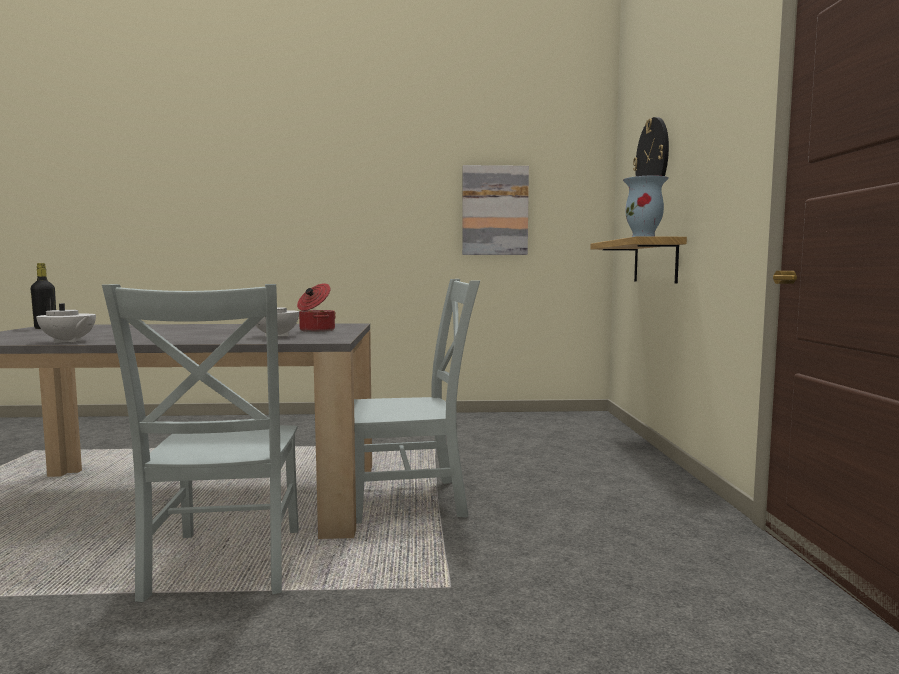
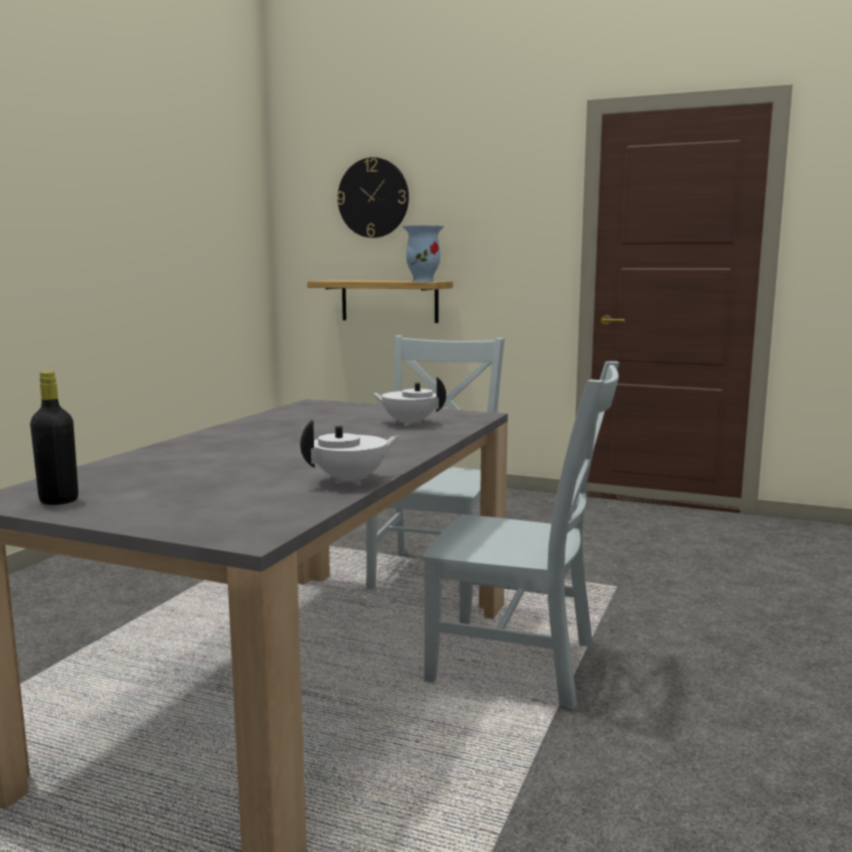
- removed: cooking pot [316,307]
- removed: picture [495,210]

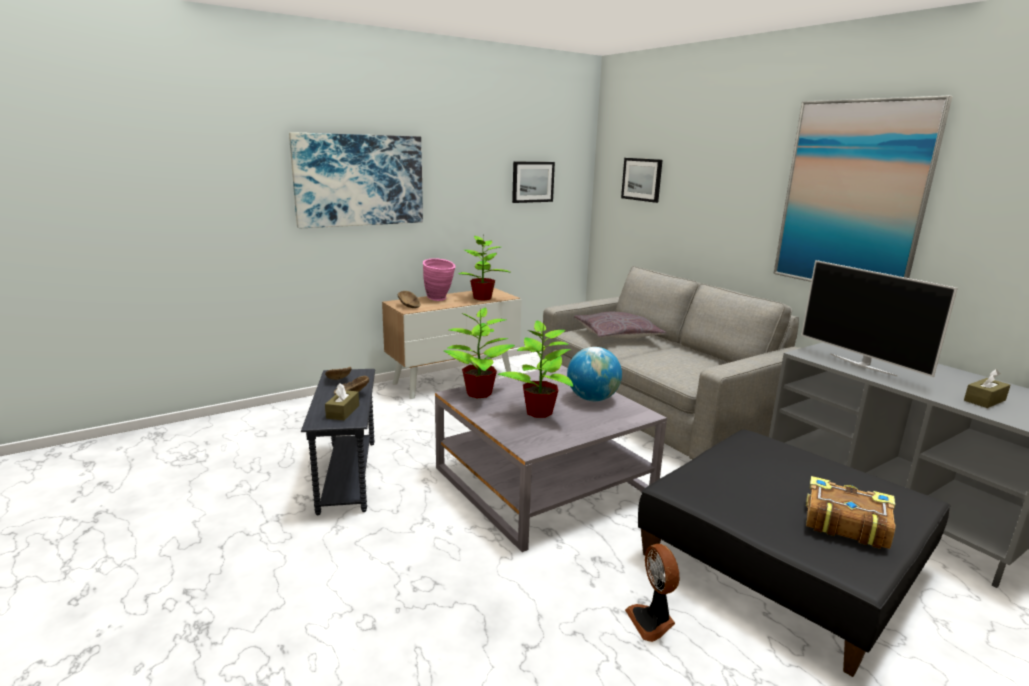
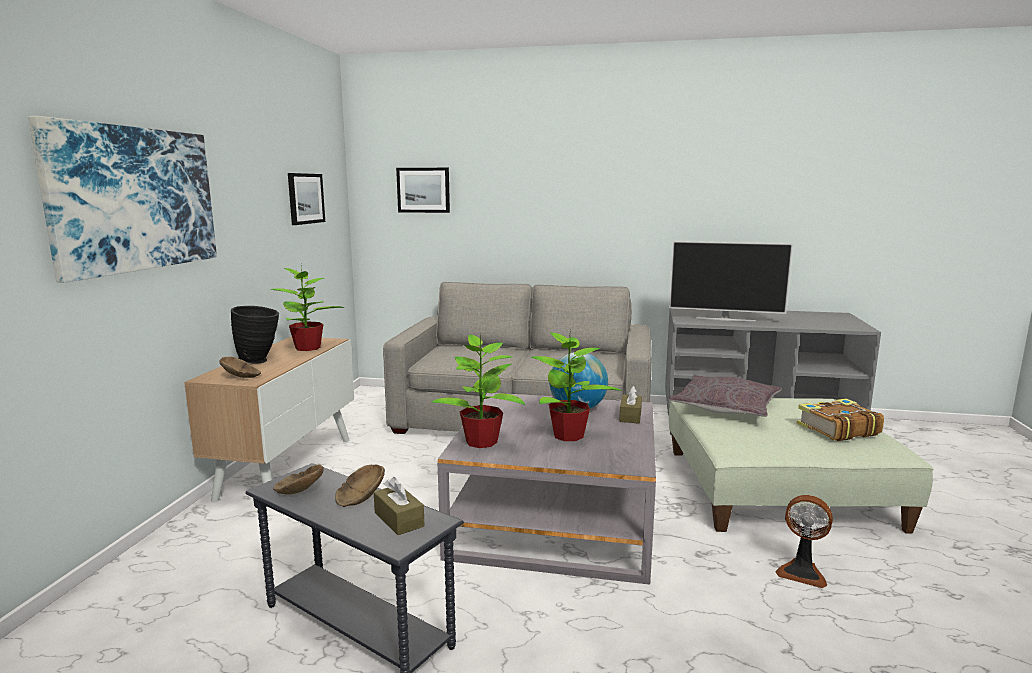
- recoloured: vase/pink [439,279] to vase/black [255,335]
- moved: pillow/grey [620,325] to [725,396]
- recoloured: ottoman/black [794,553] to ottoman/green [801,466]
- removed: picture [863,189]
- moved: tissue box/brown [987,388] to [630,405]

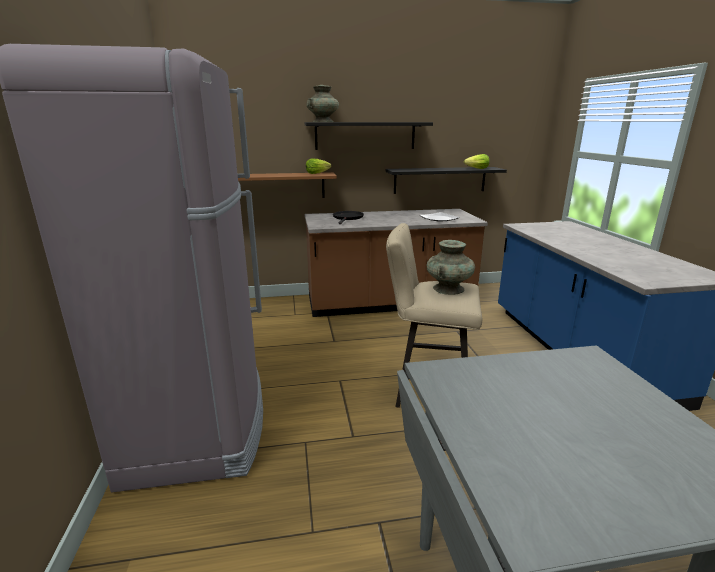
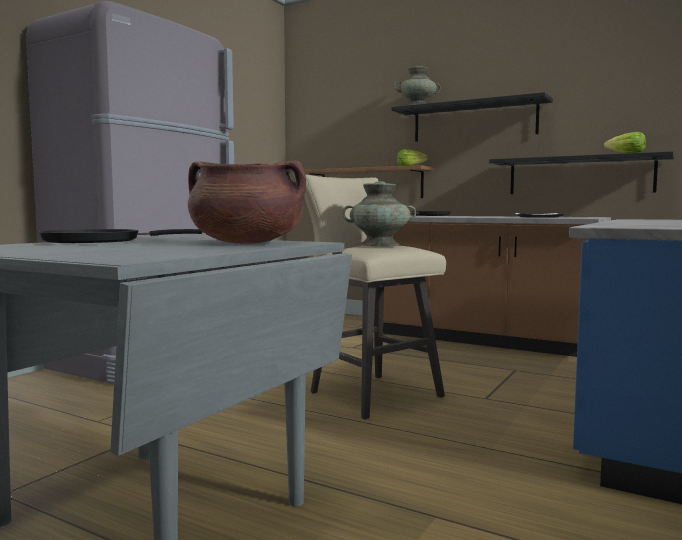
- added: frying pan/black [120,236]
- added: cooking pot/brown [247,202]

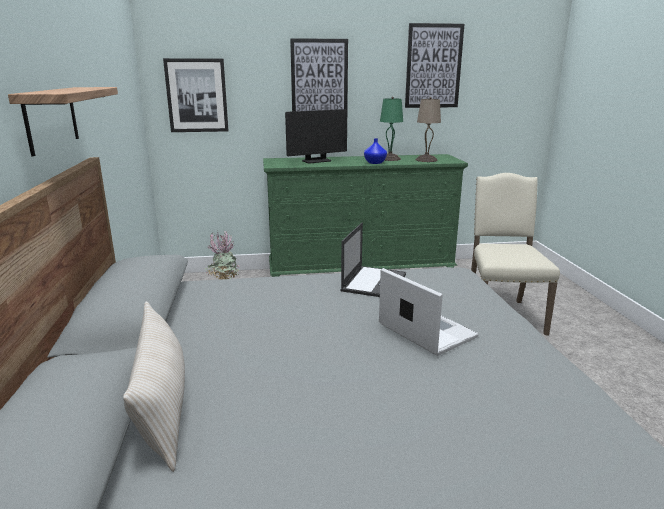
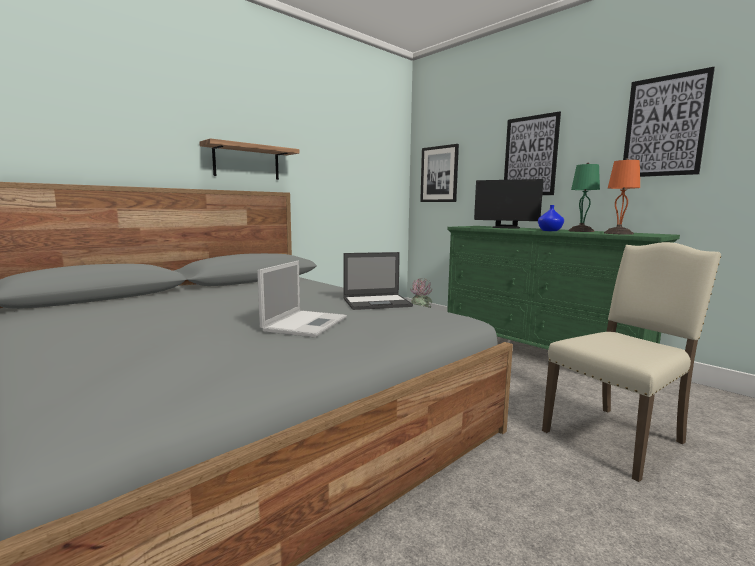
- removed: pillow/beige [154,386]
- recoloured: table lamp/beige [428,129] to table lamp/orange [622,196]

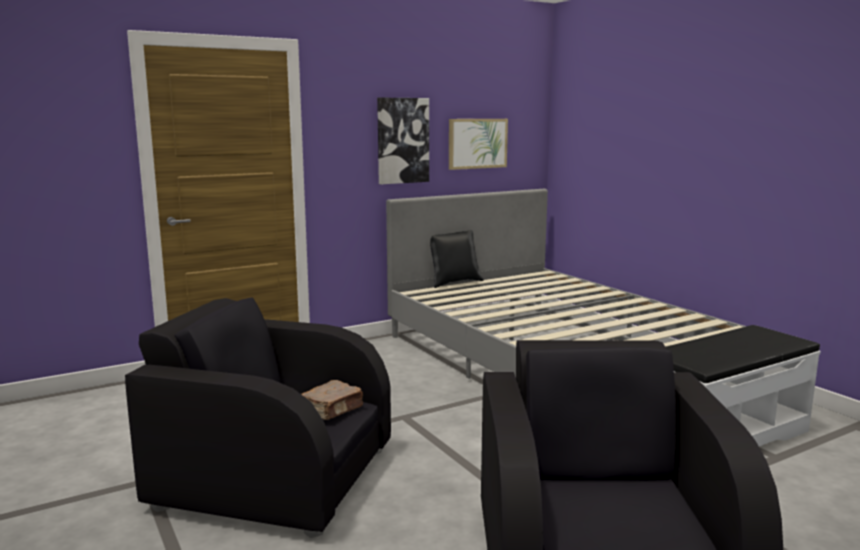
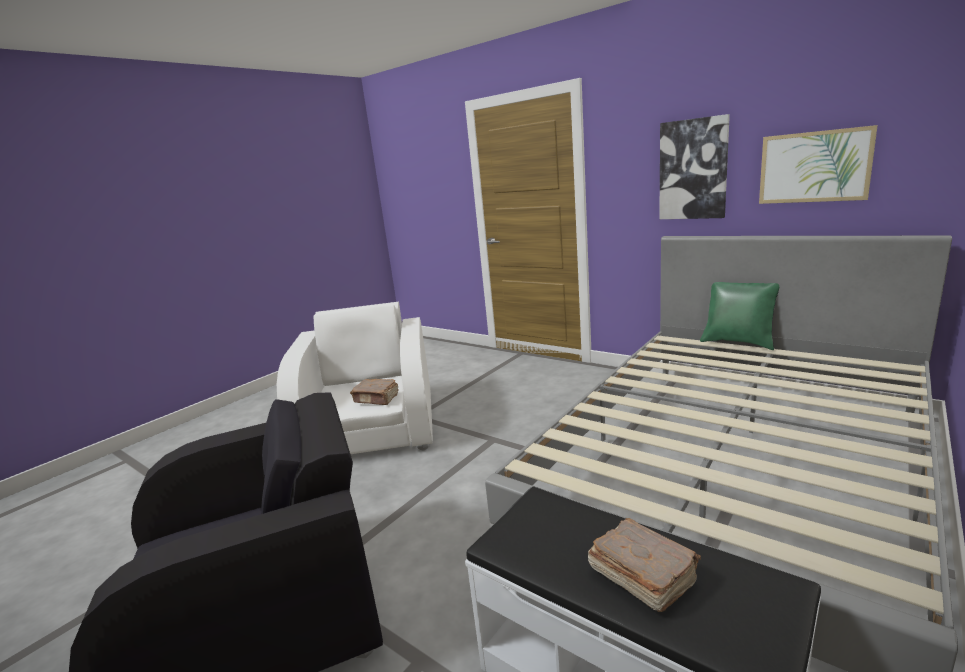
- recoloured: armchair/black [258,418] to armchair/white [355,378]
- recoloured: pillow/black [457,259] to pillow/green [739,316]
- added: book/brown [644,565]

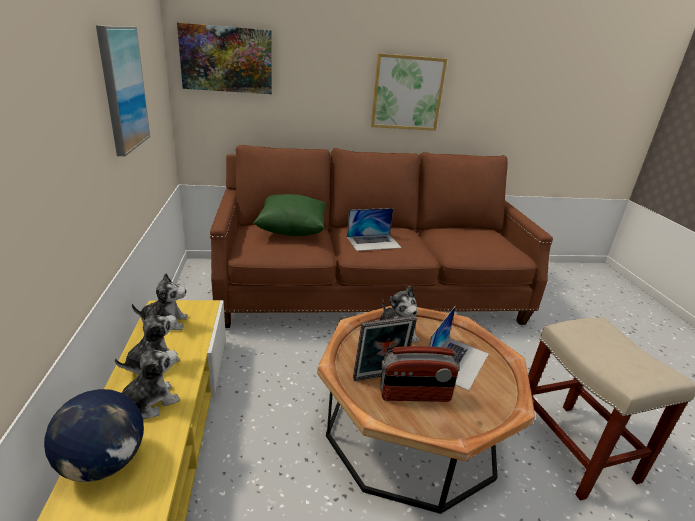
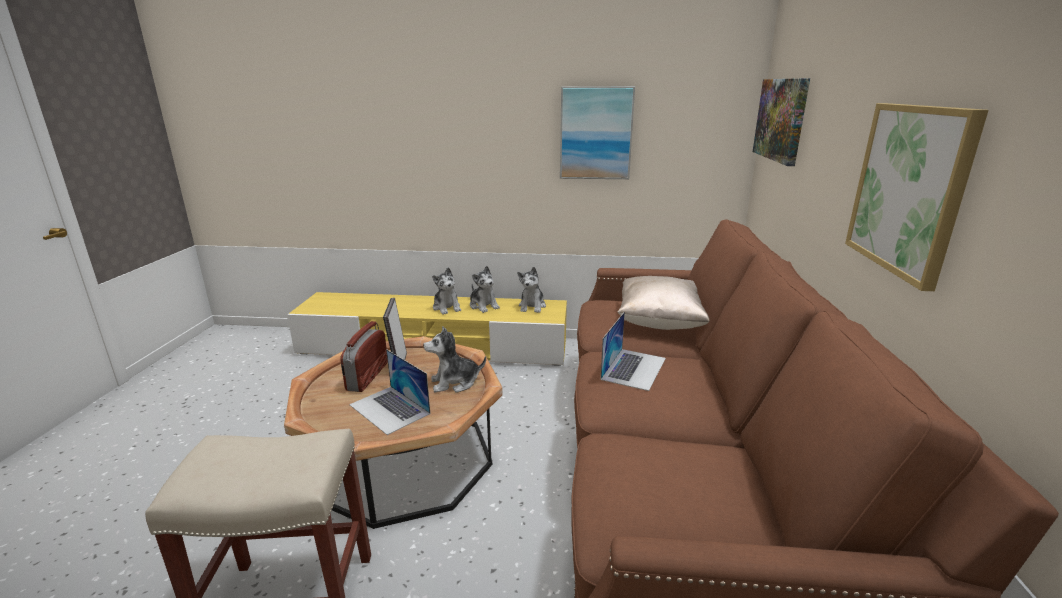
- removed: globe [94,435]
- recoloured: pillow/green [289,215] to pillow/beige [663,303]
- turned: laptop [374,229] = [633,351] 150 degrees counterclockwise

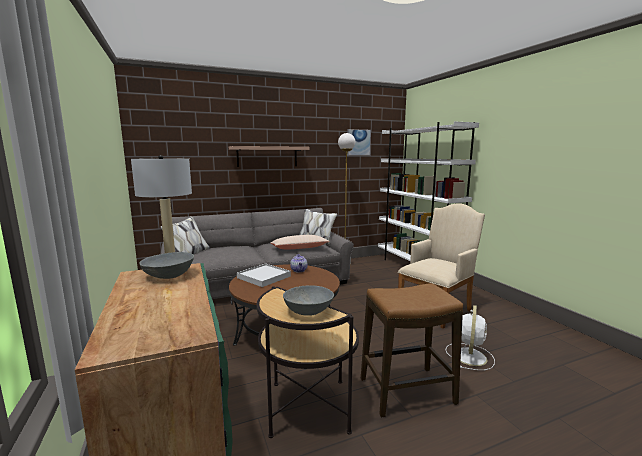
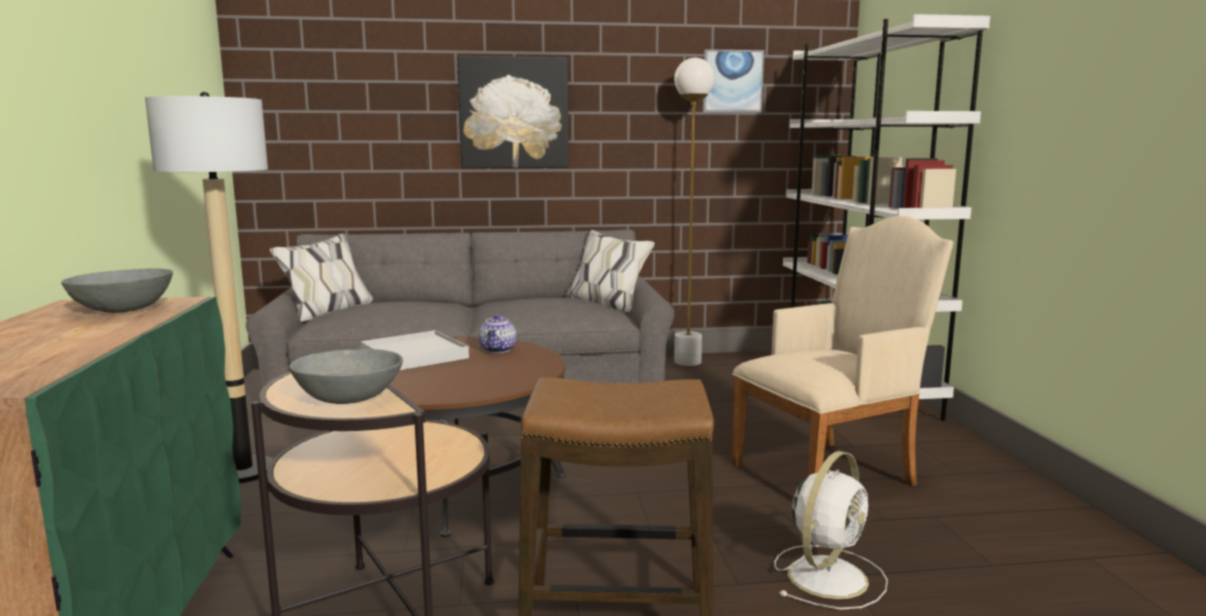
- replaced: shelf [269,156] to picture [513,112]
- removed: pillow/beige [300,242]

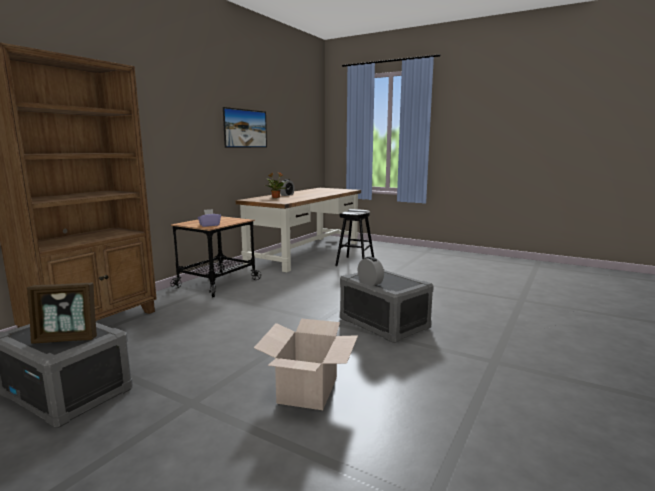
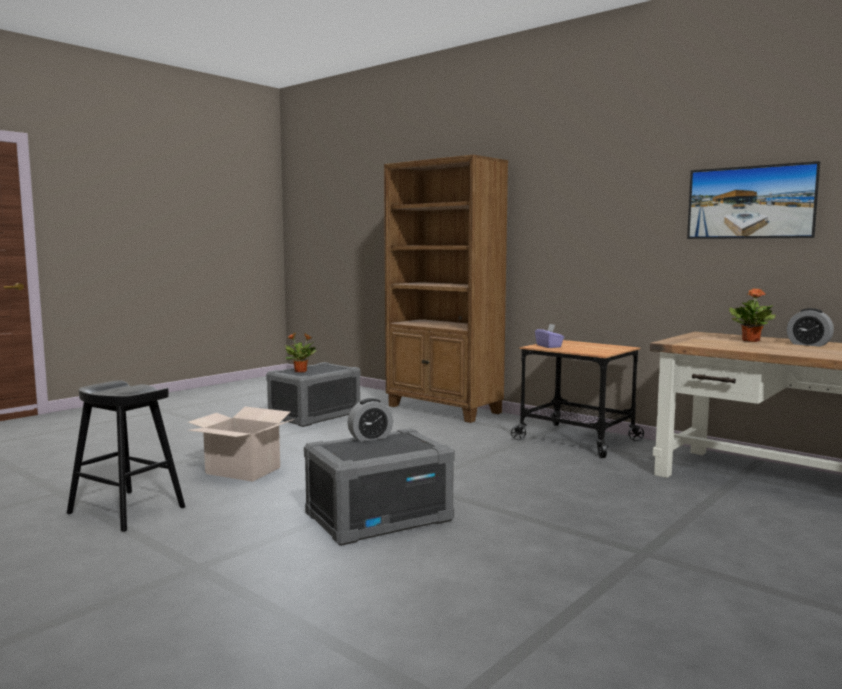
- replaced: picture frame [62,313] to potted plant [300,353]
- moved: stool/black [354,237] to [126,456]

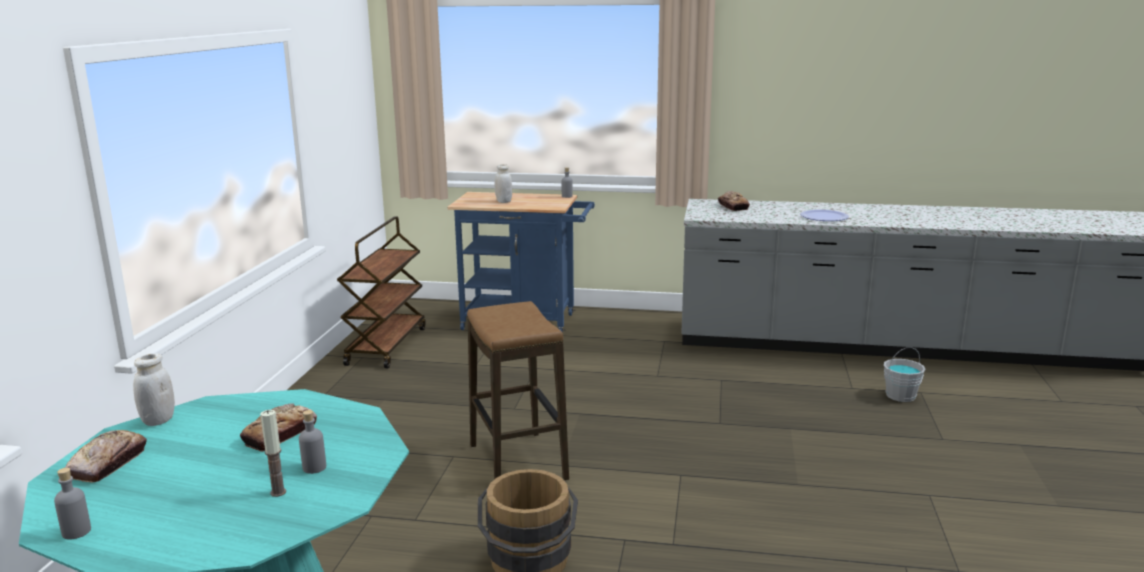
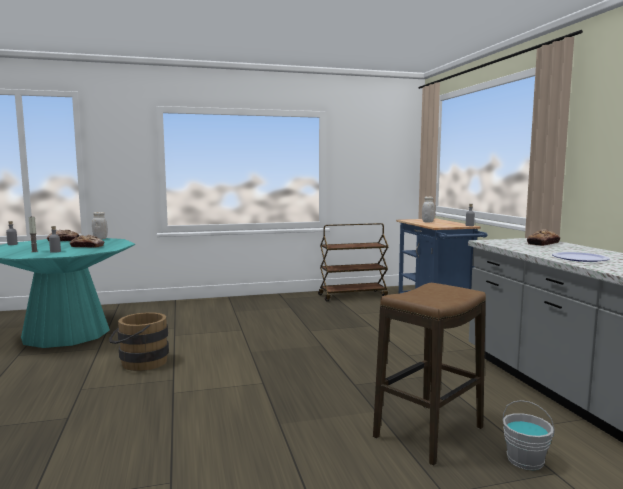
- moved: stool [518,390] to [429,374]

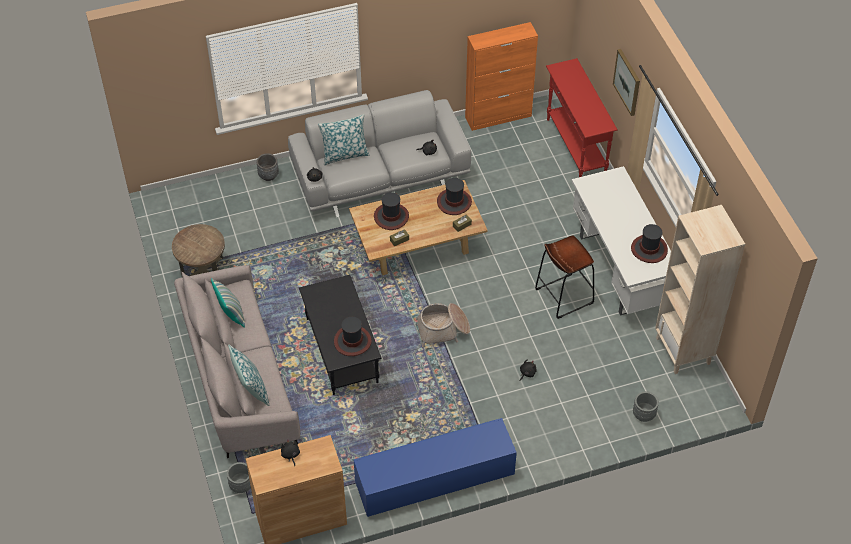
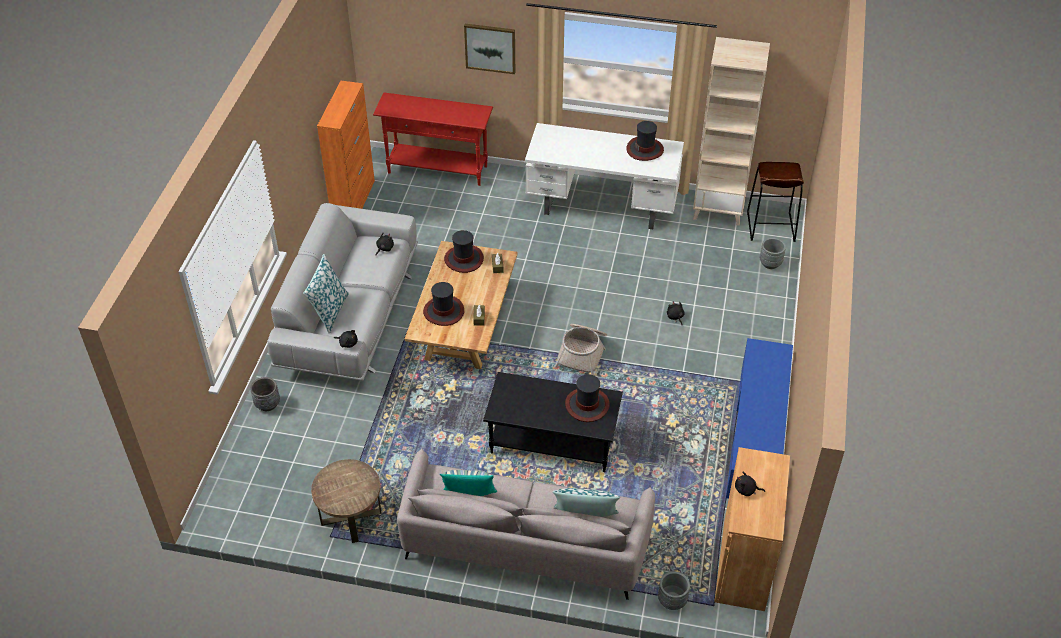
- moved: stool/brown [564,277] to [775,202]

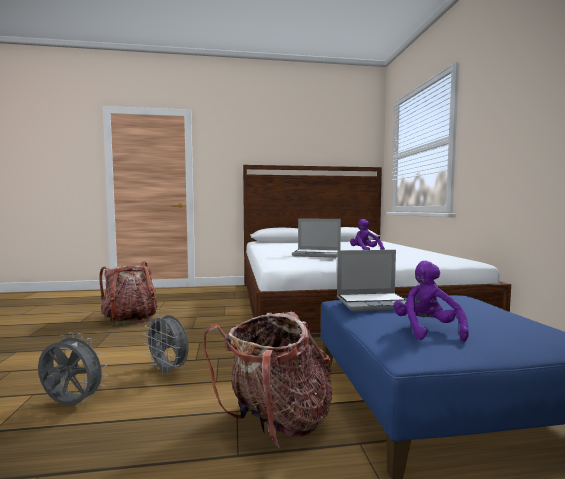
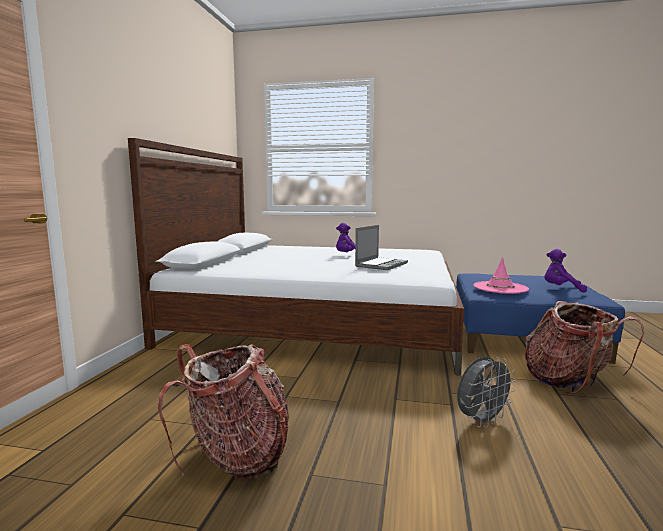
- removed: fan/grey [73,369]
- replaced: laptop [372,280] to hat/pink [501,275]

